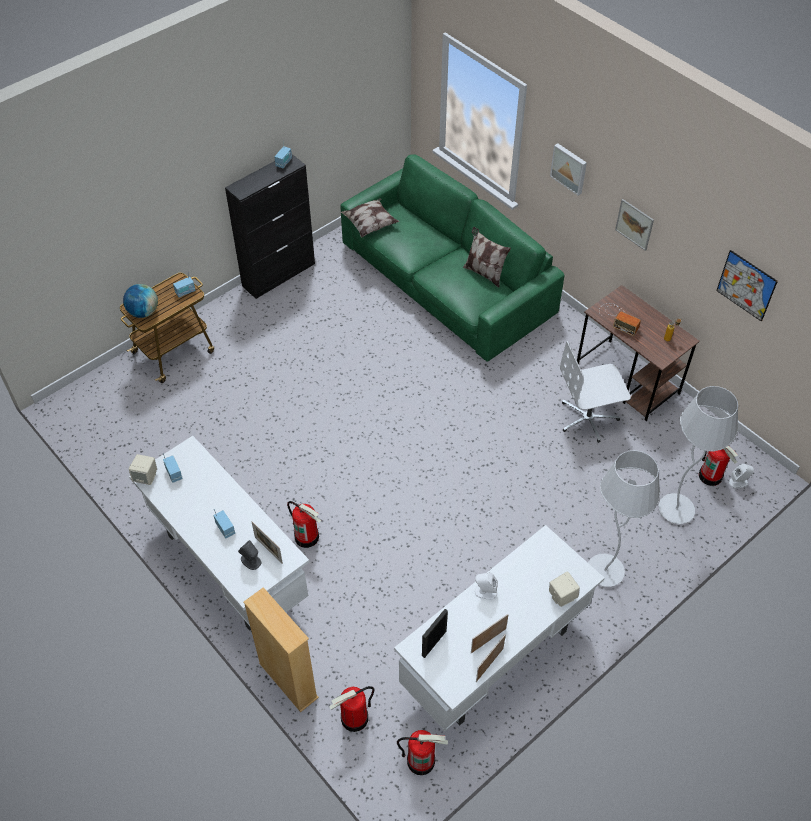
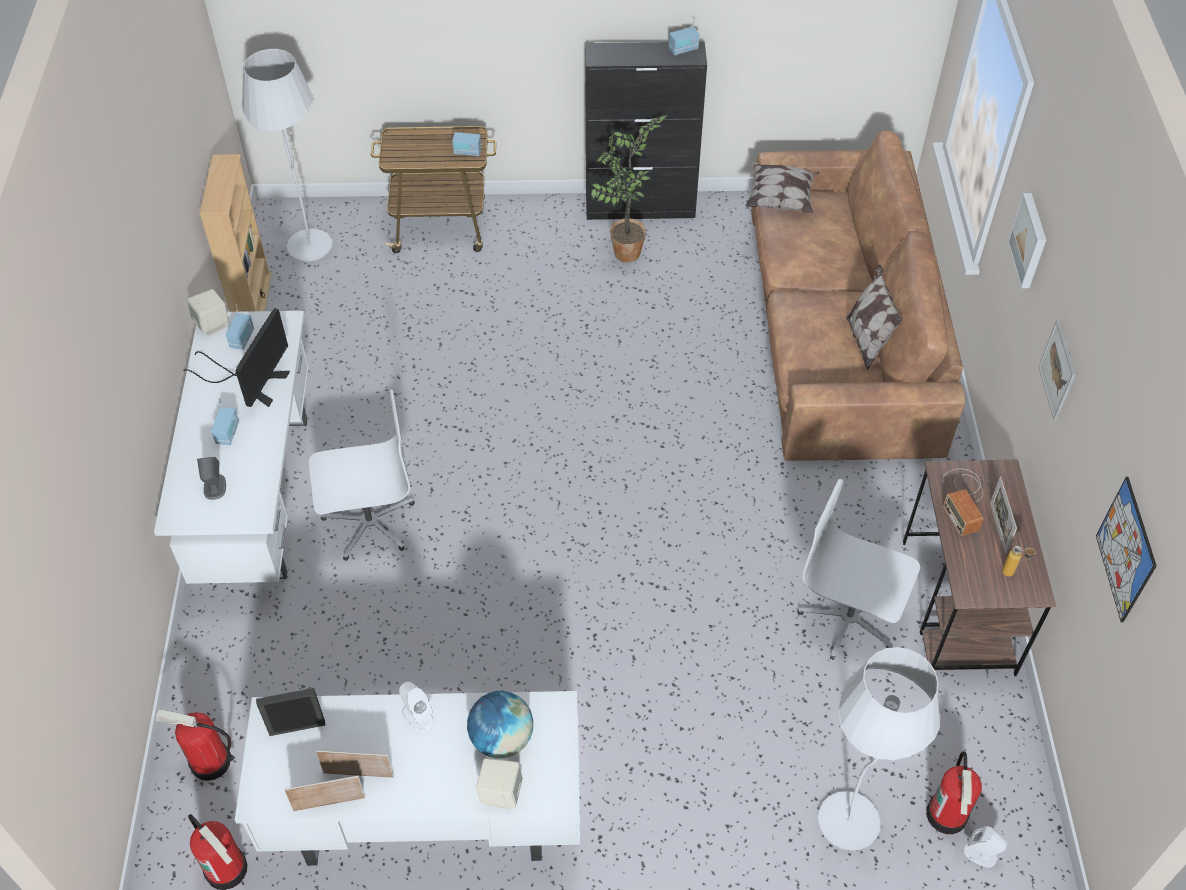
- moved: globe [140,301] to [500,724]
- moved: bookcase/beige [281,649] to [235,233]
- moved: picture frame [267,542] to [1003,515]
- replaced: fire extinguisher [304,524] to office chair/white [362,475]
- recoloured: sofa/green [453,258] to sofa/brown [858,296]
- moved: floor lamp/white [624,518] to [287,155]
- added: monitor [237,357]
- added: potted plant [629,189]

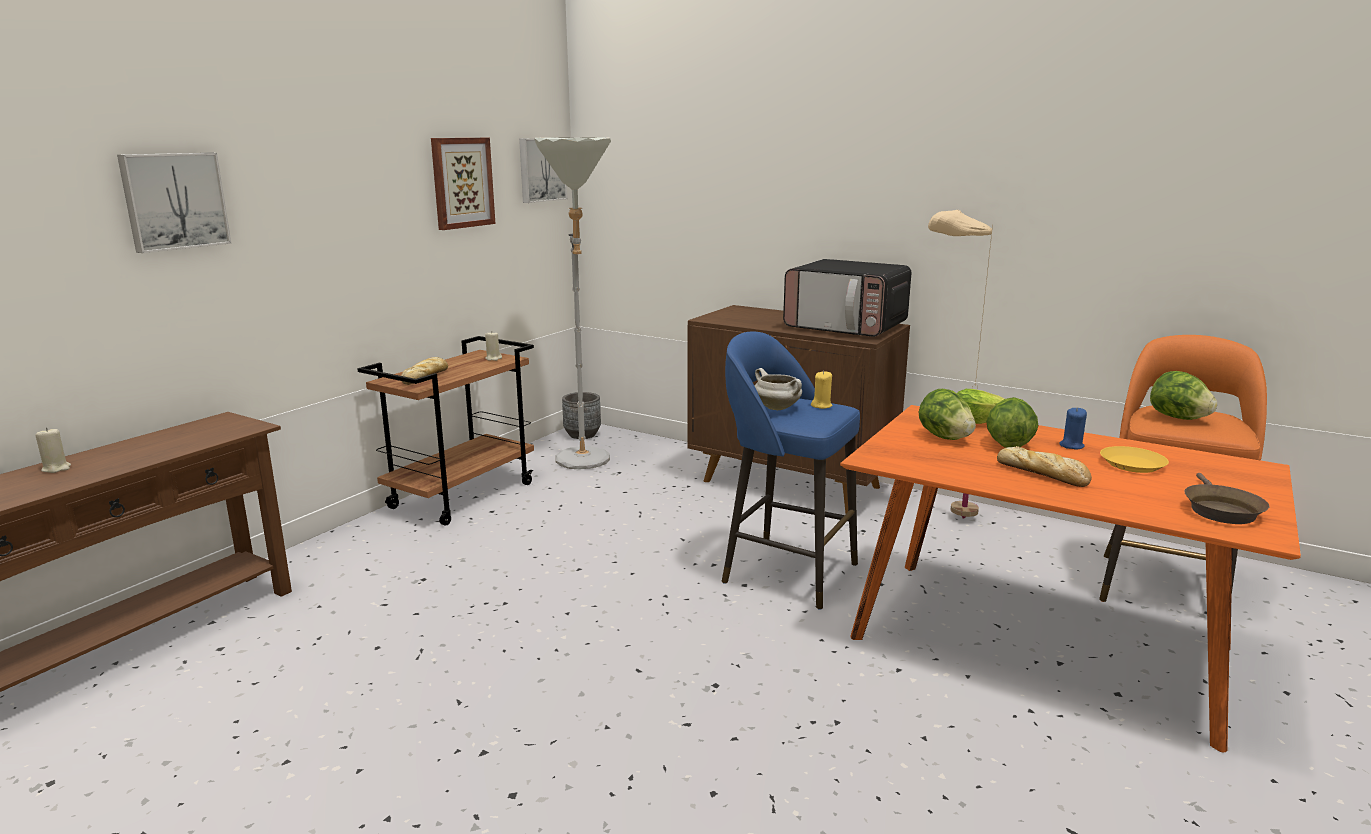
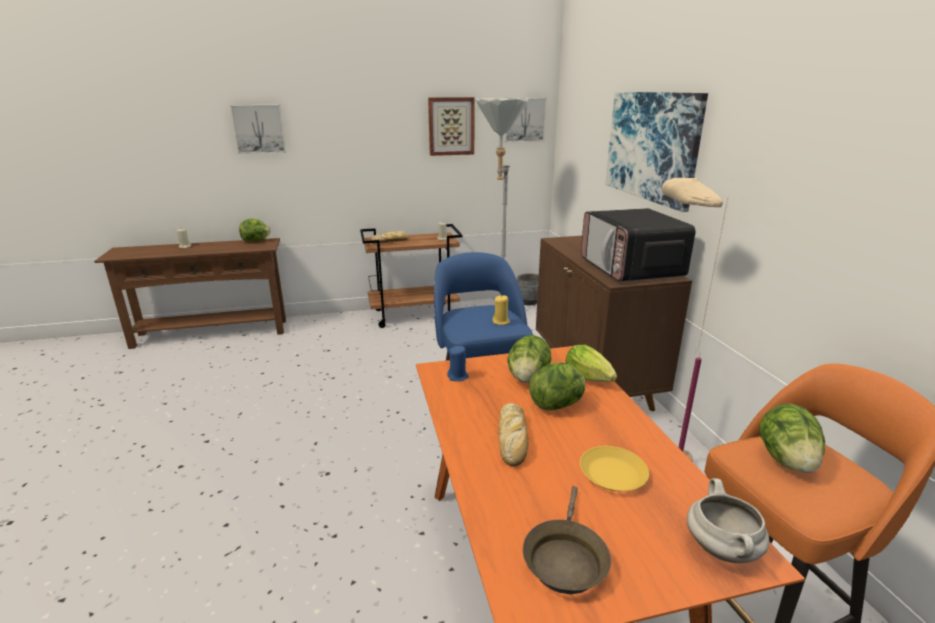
- moved: cooking pot/white [778,389] to [728,520]
- moved: candle/blue [1073,428] to [458,363]
- turned: frying pan/brown [1226,498] = [567,540] 45 degrees counterclockwise
- added: lettuce [255,230]
- added: picture [656,152]

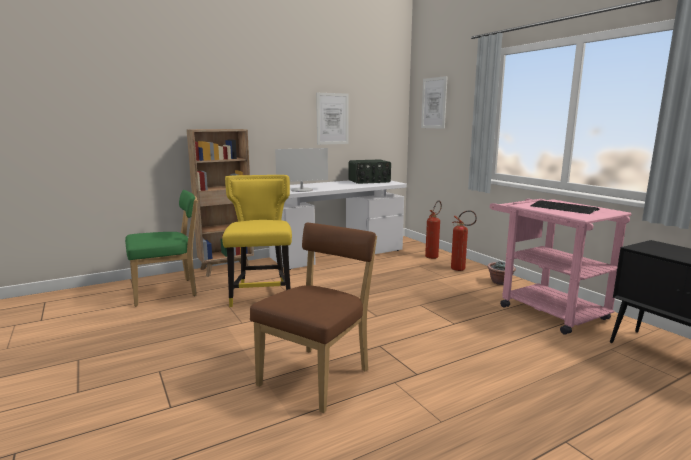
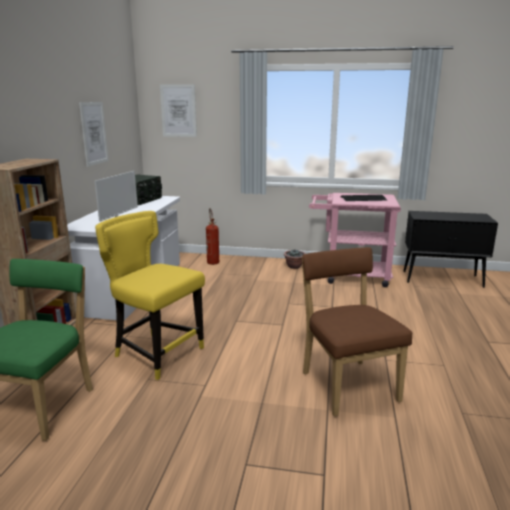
- removed: fire extinguisher [464,241]

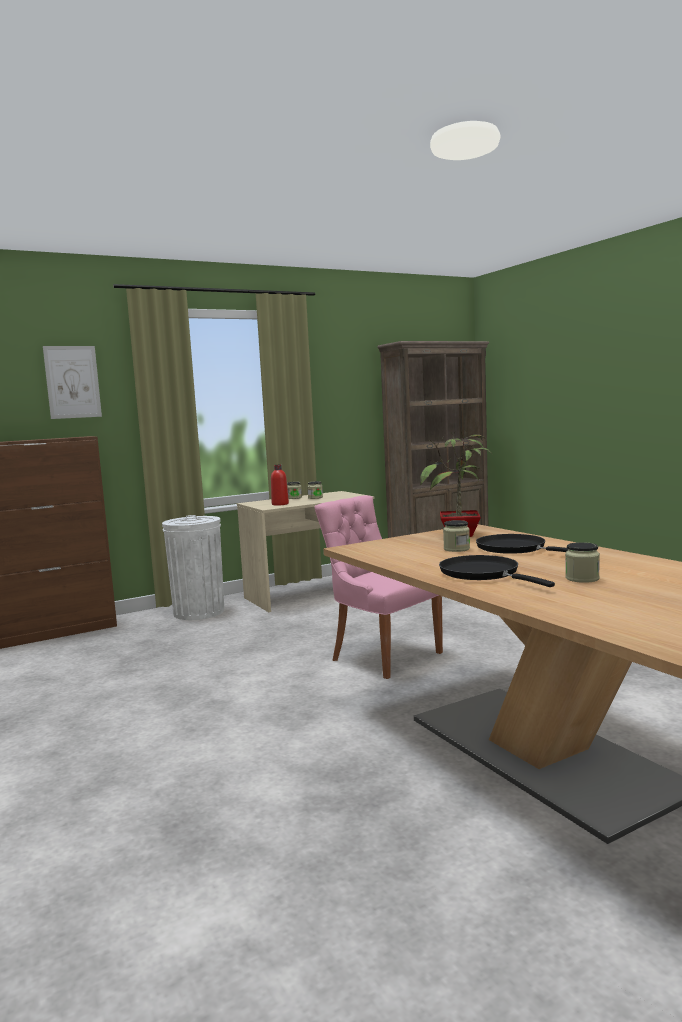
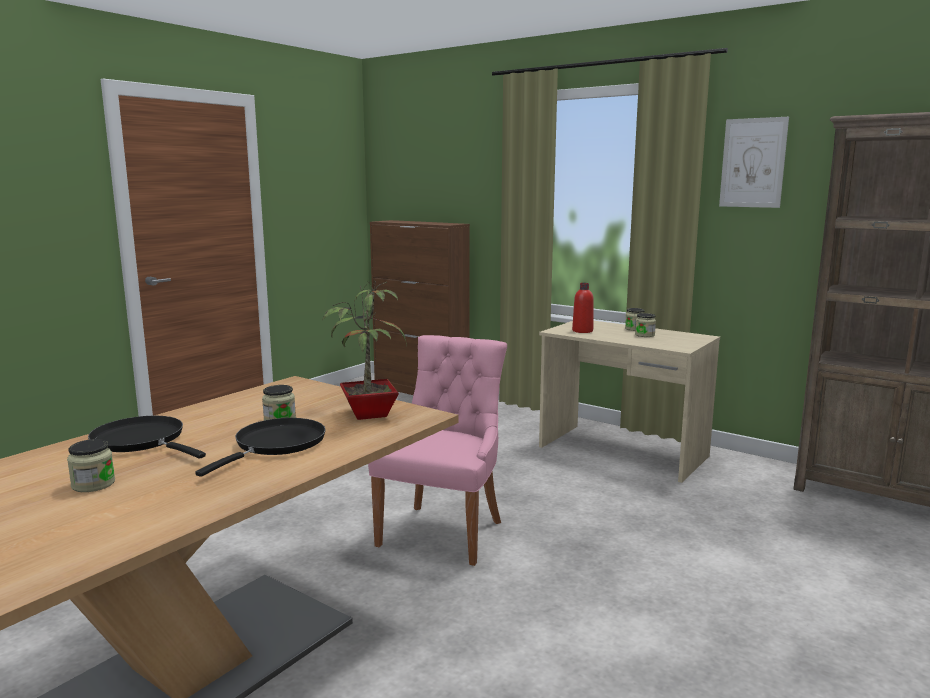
- moved: picture [72,382] to [754,162]
- removed: trash can/white [193,567]
- turned: frying pan/black [497,571] = [147,437] 90 degrees counterclockwise

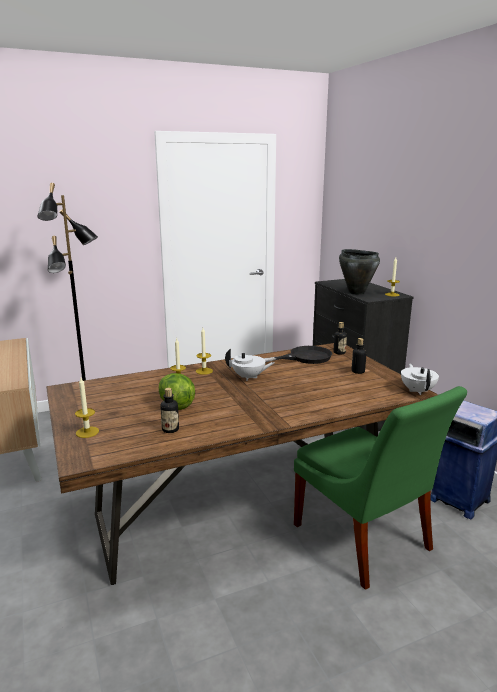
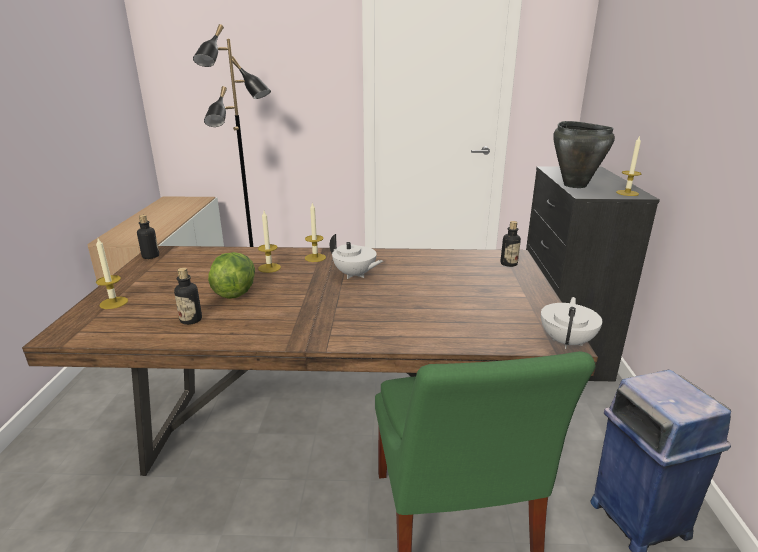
- removed: frying pan/black [298,355]
- moved: bottle [359,356] to [148,237]

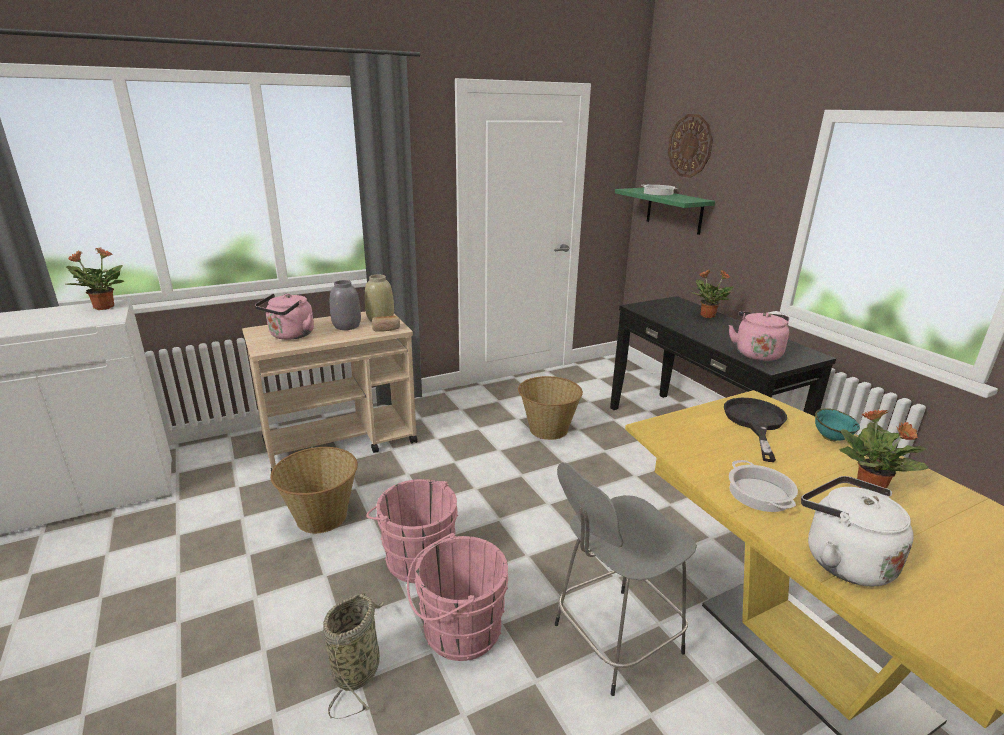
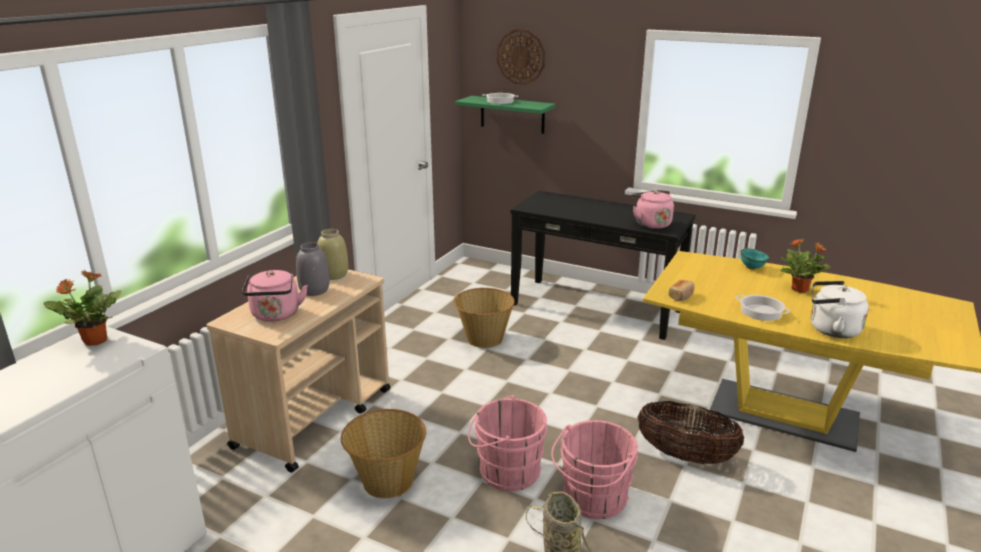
- moved: bread [386,324] to [682,290]
- replaced: stool/grey [626,579] to basket [690,432]
- removed: potted plant [712,294]
- removed: frying pan/black [755,430]

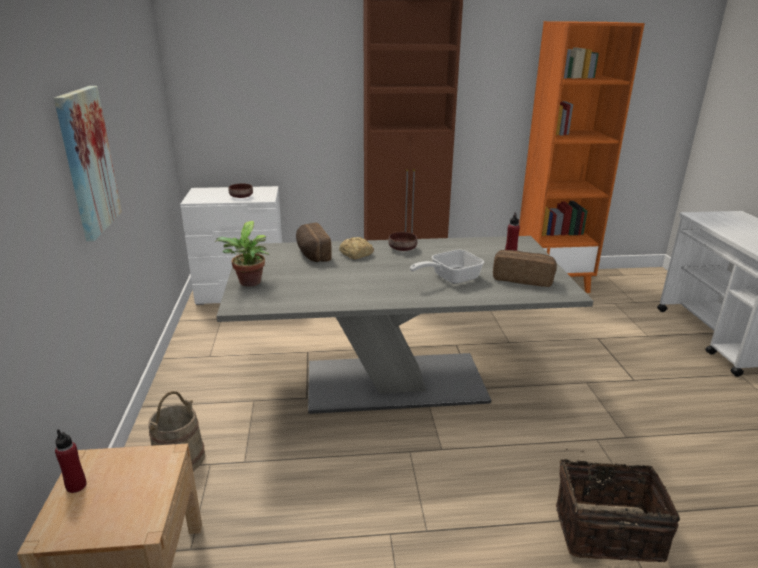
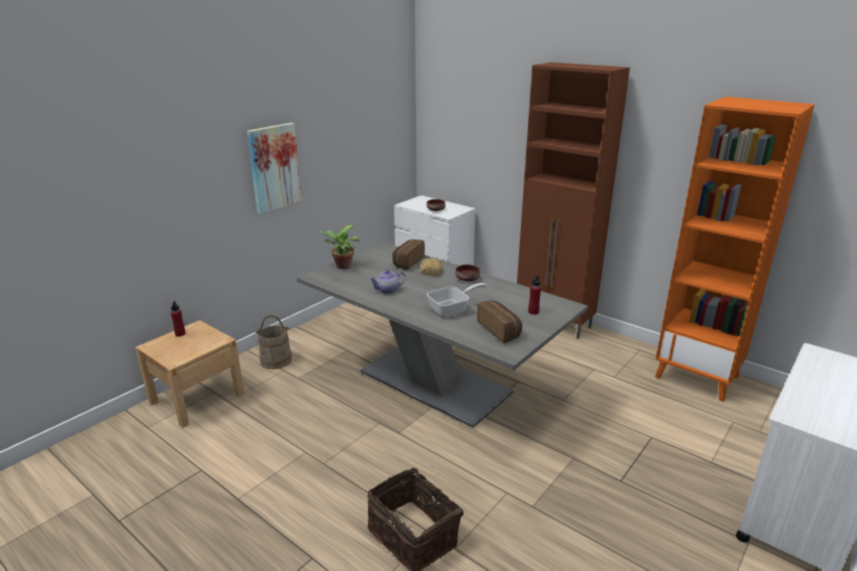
- turned: frying pan [447,267] = [457,300] 135 degrees clockwise
- added: teapot [387,282]

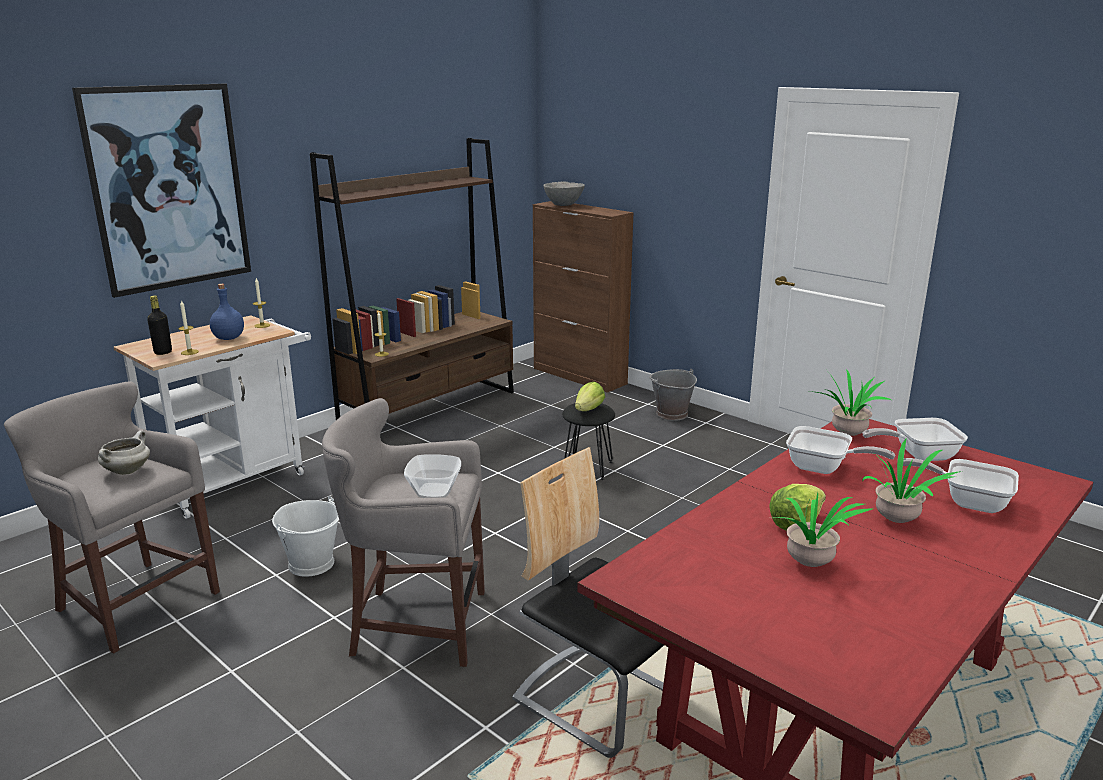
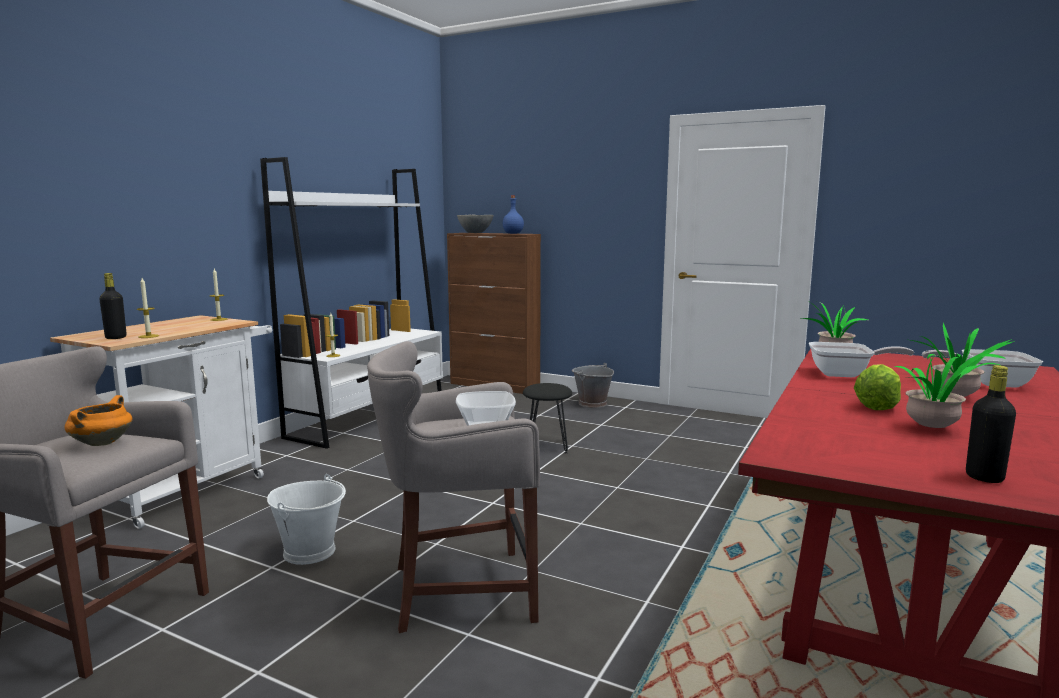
- removed: picture [161,191]
- recoloured: cooking pot/white [124,453] to cooking pot/orange [99,420]
- moved: bottle/blue [227,312] to [513,214]
- recoloured: bookcase/brown [412,279] to bookcase/white [351,303]
- removed: chair [588,602]
- removed: lettuce [590,396]
- removed: frying pan [915,439]
- added: bottle/black [991,424]

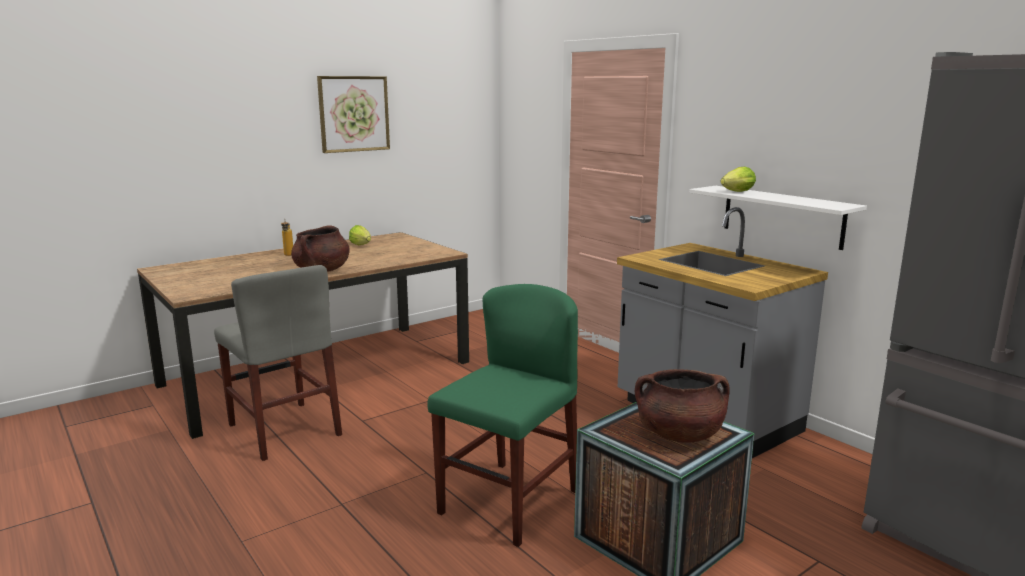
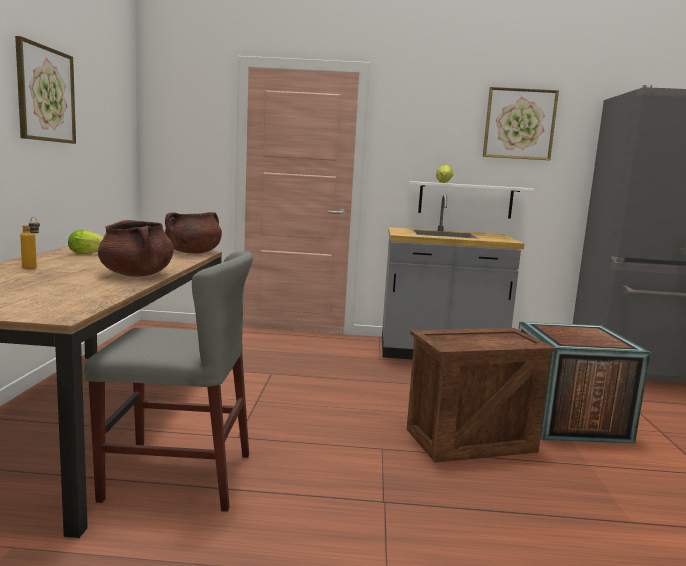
- replaced: chair/green [502,415] to crate [481,395]
- moved: cooking pot/brown [682,406] to [193,233]
- added: picture [521,123]

